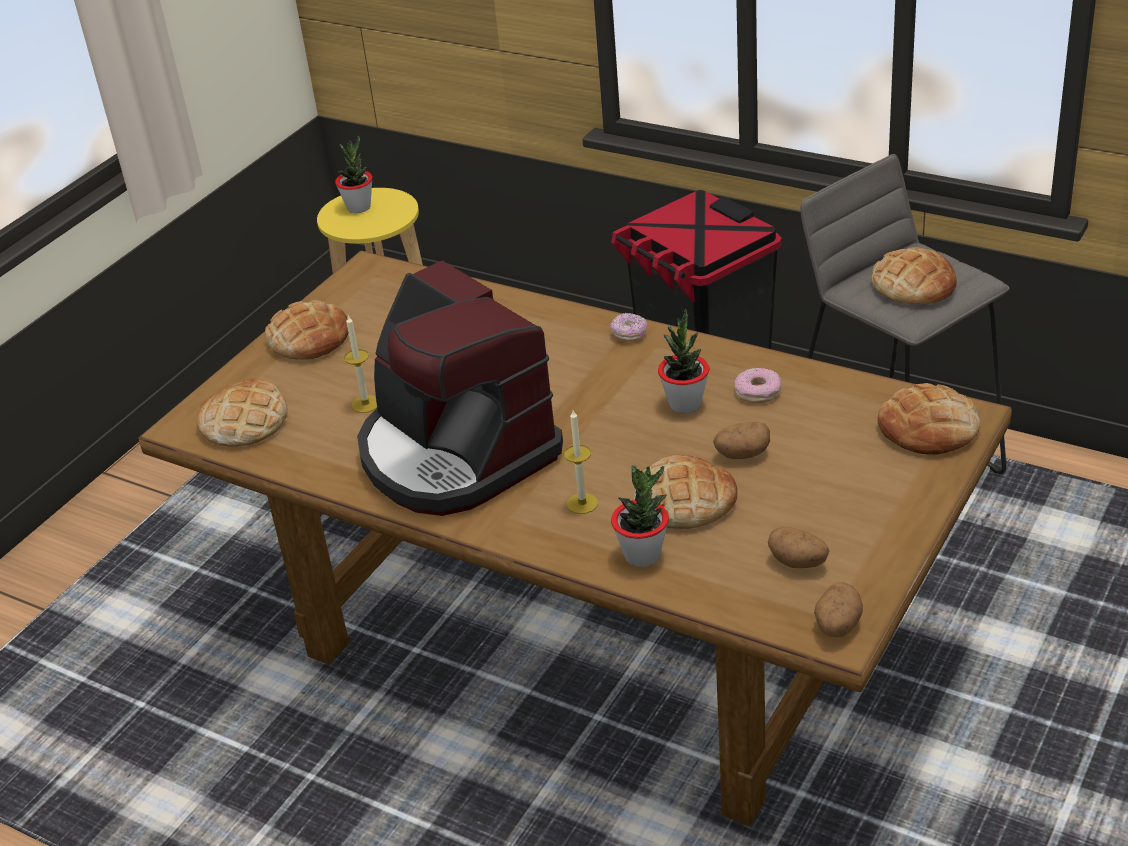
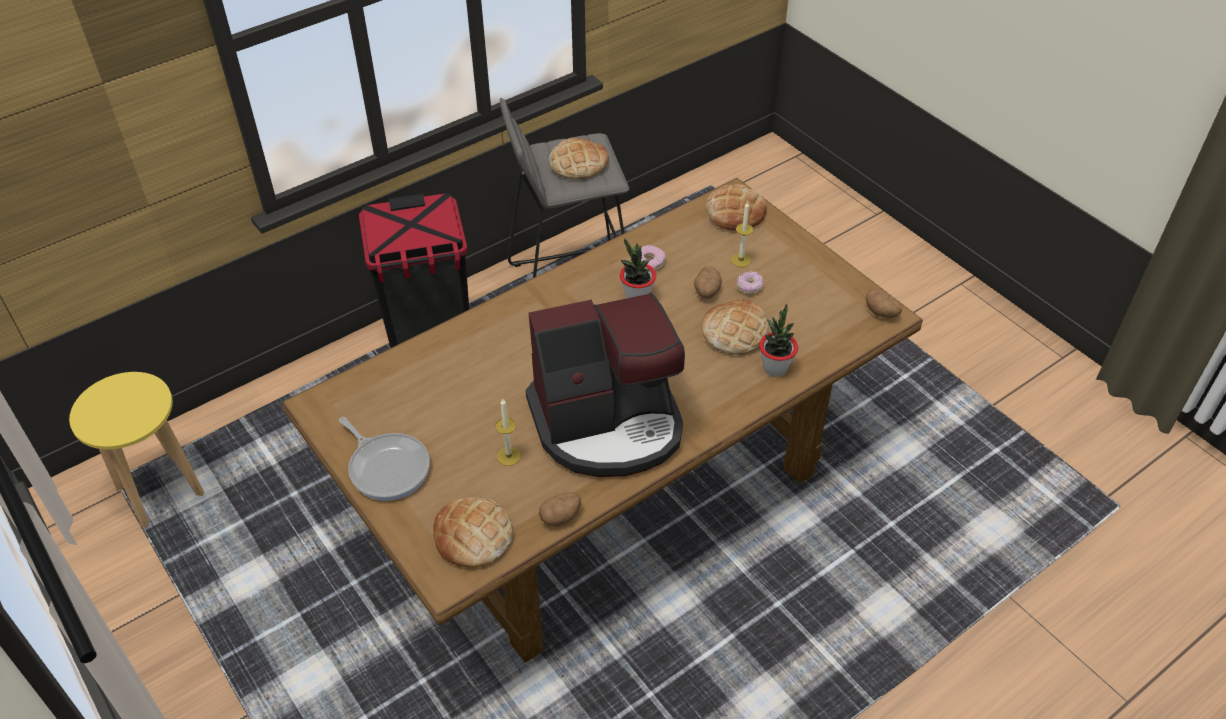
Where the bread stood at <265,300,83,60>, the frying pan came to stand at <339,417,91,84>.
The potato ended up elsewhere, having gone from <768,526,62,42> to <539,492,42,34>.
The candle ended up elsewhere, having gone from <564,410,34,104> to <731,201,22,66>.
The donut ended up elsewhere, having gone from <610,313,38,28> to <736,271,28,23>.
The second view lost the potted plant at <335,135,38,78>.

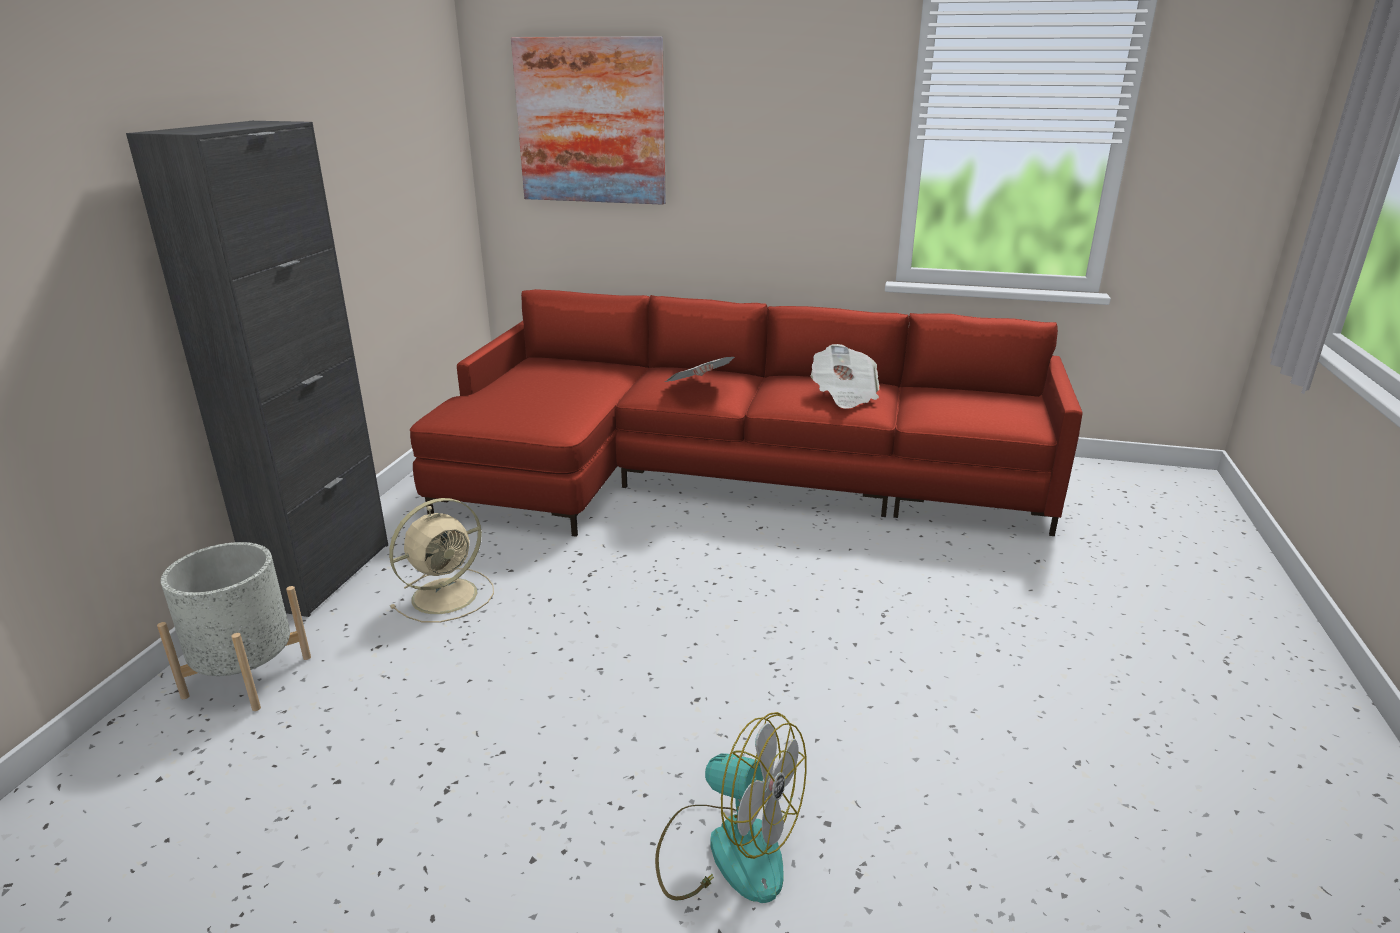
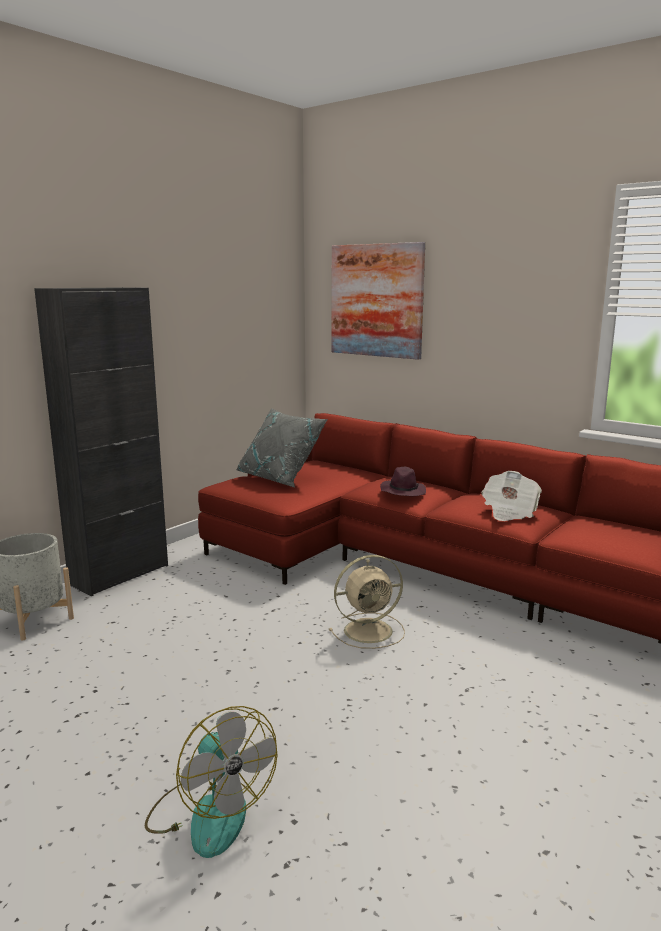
The second view gained the pillow in grey at <236,408,92,80>.
The fan in beige ended up elsewhere, having gone from <389,498,105,125> to <329,555,76,94>.
Where the newspaper stood at <665,357,70,25>, the hat in purple came to stand at <380,467,46,29>.

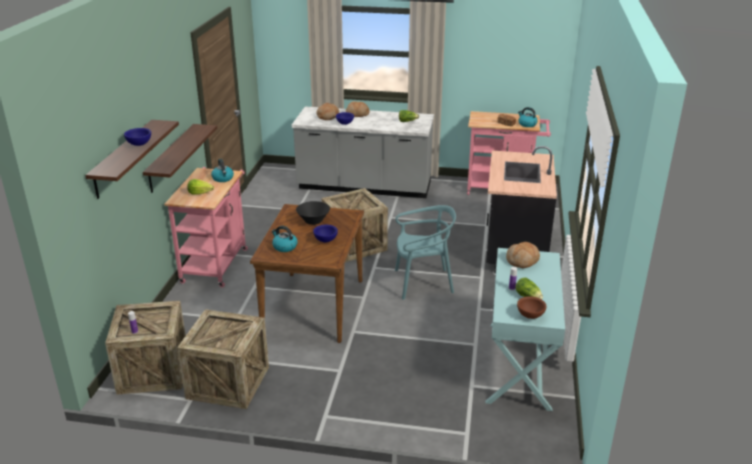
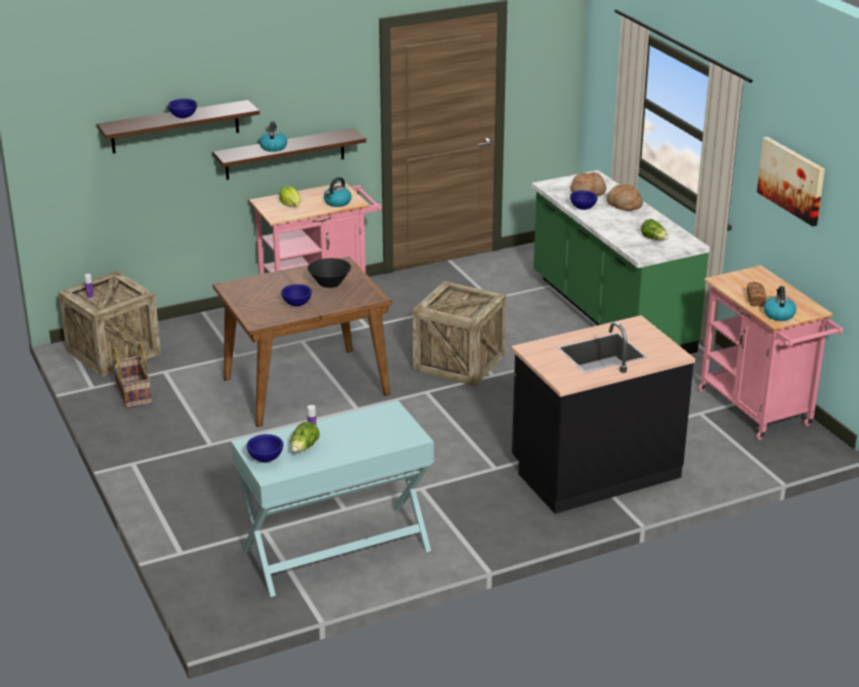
Where the crate stood at <177,309,92,100>, the basket came to stand at <112,342,40,67>.
What was the bowl in brown at <517,296,30,23> turned into the bowl in blue at <247,434,36,28>.
The kettle ended up elsewhere, having gone from <272,226,26,26> to <259,121,28,31>.
What was the counter in grey at <292,106,142,92> turned into the counter in green at <532,170,178,184>.
The second view gained the picture at <757,137,68,90>.
The second view lost the chair in turquoise at <395,205,61,95>.
The second view lost the bread at <506,242,34,26>.

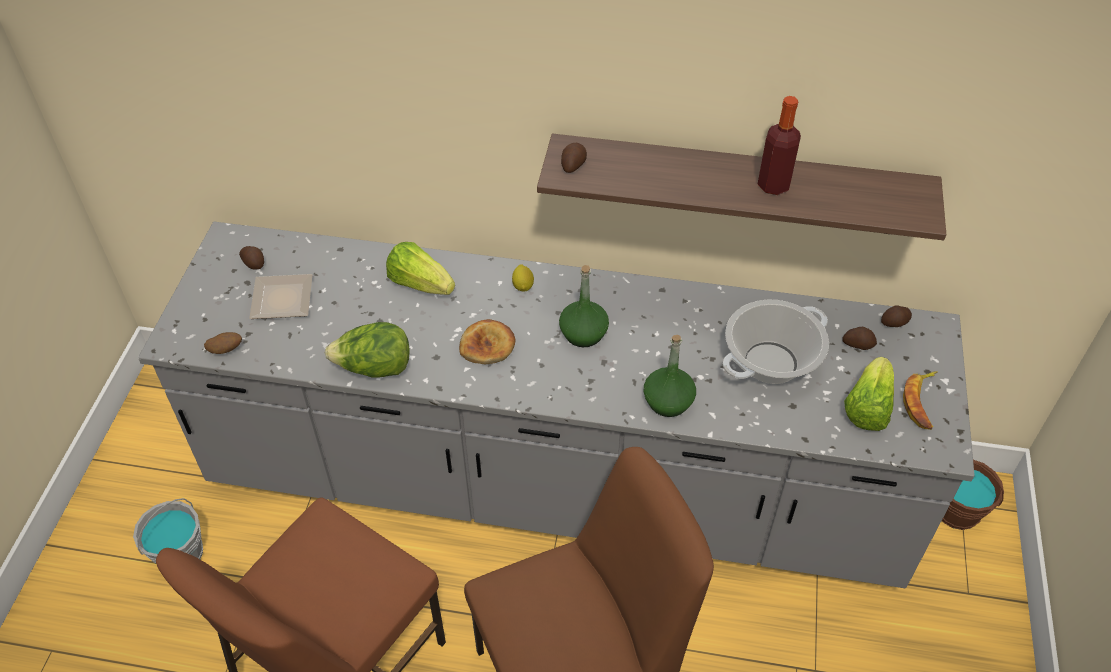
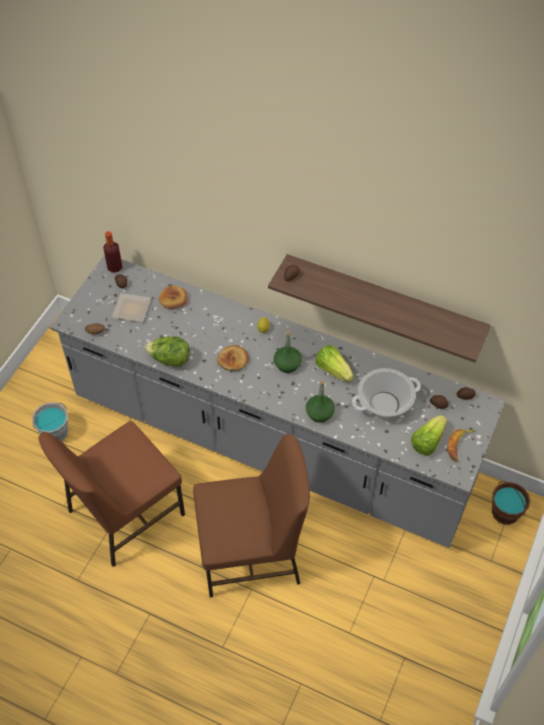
The bottle ended up elsewhere, having gone from <758,96,43,99> to <103,231,20,42>.
The second view gained the bread at <159,286,29,23>.
The lettuce ended up elsewhere, having gone from <386,242,69,53> to <315,345,39,37>.

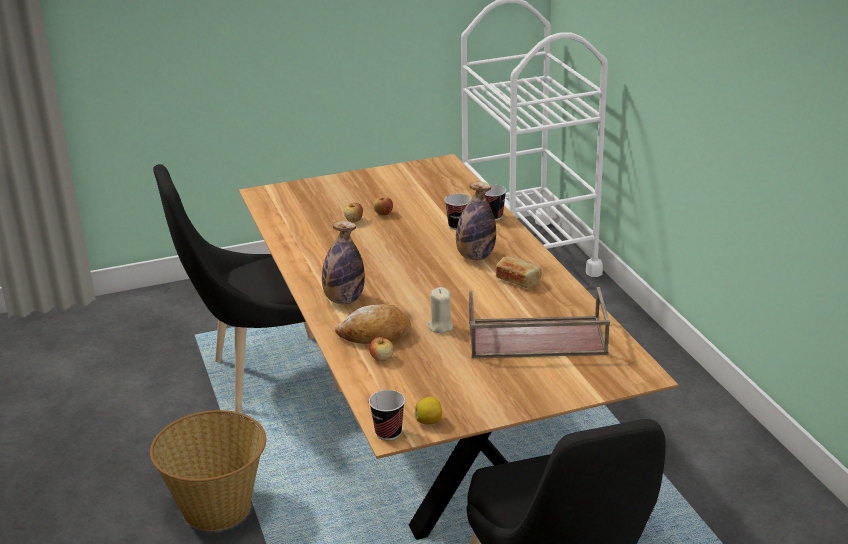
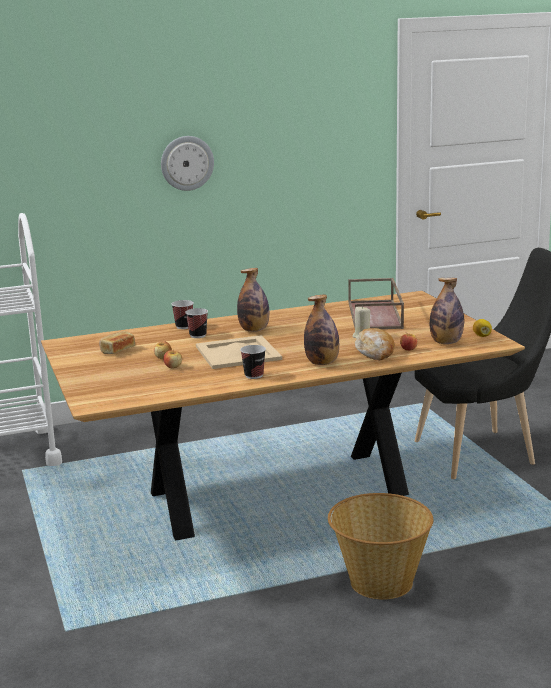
The bread ended up elsewhere, having gone from <496,256,45,32> to <99,331,36,23>.
The second view gained the wall clock at <161,136,53,55>.
The second view gained the tray in beige at <196,335,86,34>.
The cup ended up elsewhere, having gone from <369,390,36,50> to <240,345,26,34>.
The second view gained the bottle at <430,278,34,66>.
The second view lost the chair in black at <153,164,189,248>.

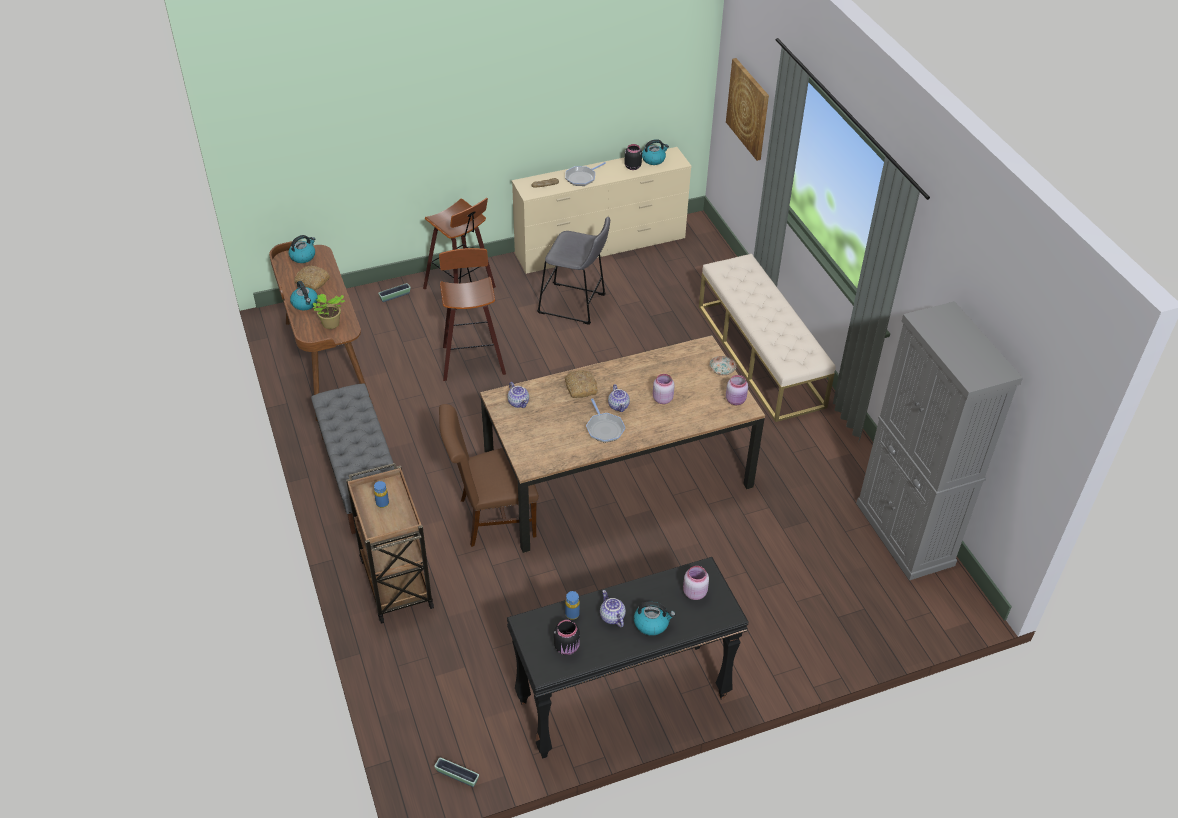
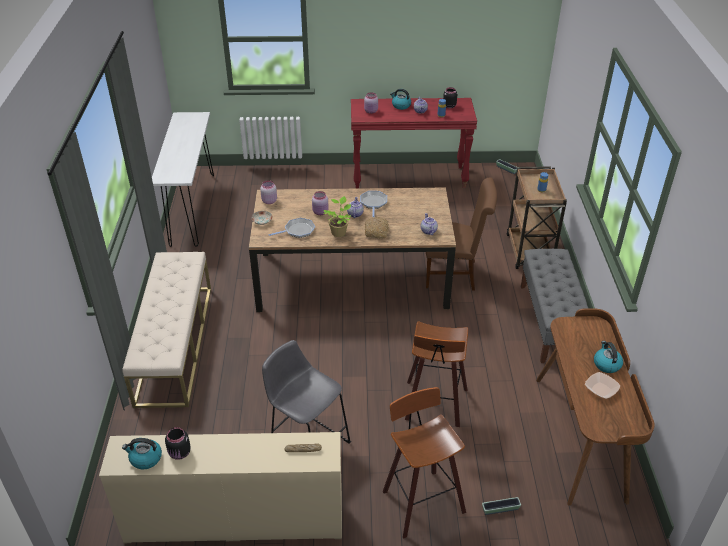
Where the cabinet in grey stood at <856,301,167,279>, the console table in white came to stand at <152,112,62,135>.
The frying pan ended up elsewhere, having gone from <565,162,41,24> to <268,218,47,20>.
The potted plant ended up elsewhere, having gone from <313,294,32,35> to <324,196,27,41>.
What was the console table in black at <507,557,242,202> turned into the console table in red at <351,98,126,91>.
Where the bread stood at <294,265,36,25>, the bowl came to stand at <585,372,35,27>.
The second view lost the kettle at <289,235,26,28>.
The second view lost the picture at <726,58,43,103>.

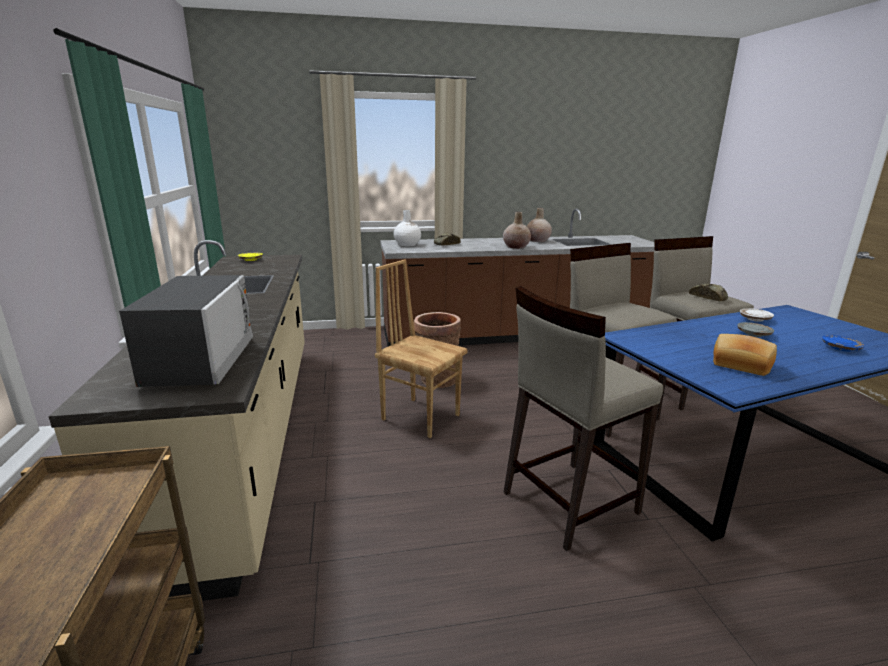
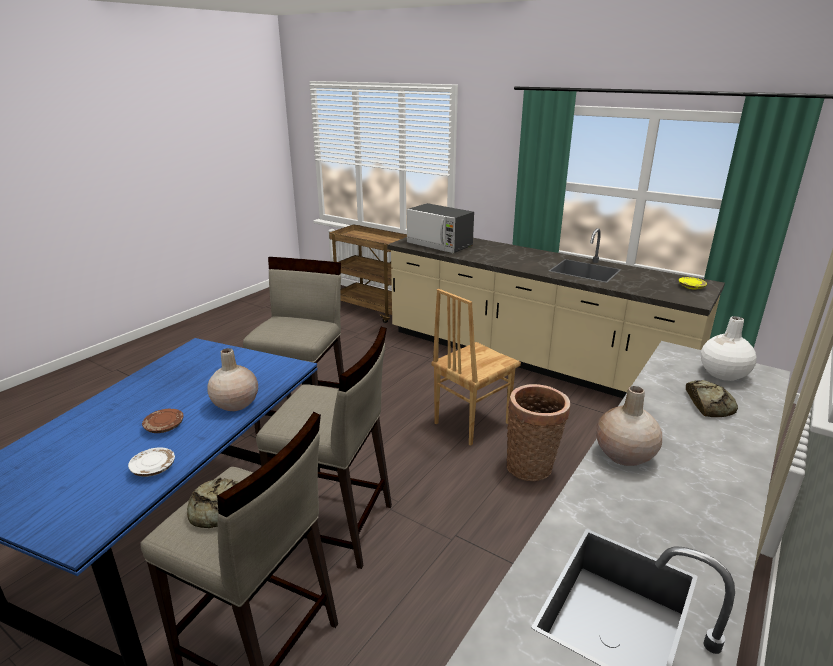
What was the plate in grey at <737,322,37,15> turned into the plate in brown at <142,409,41,24>.
The vase in beige ended up elsewhere, having gone from <527,208,25,34> to <207,348,51,63>.
The chair in brown at <375,259,93,179> ended up facing another way, 150 degrees clockwise from before.
The second view lost the bread at <713,334,64,42>.
The second view lost the plate in blue at <822,335,43,17>.

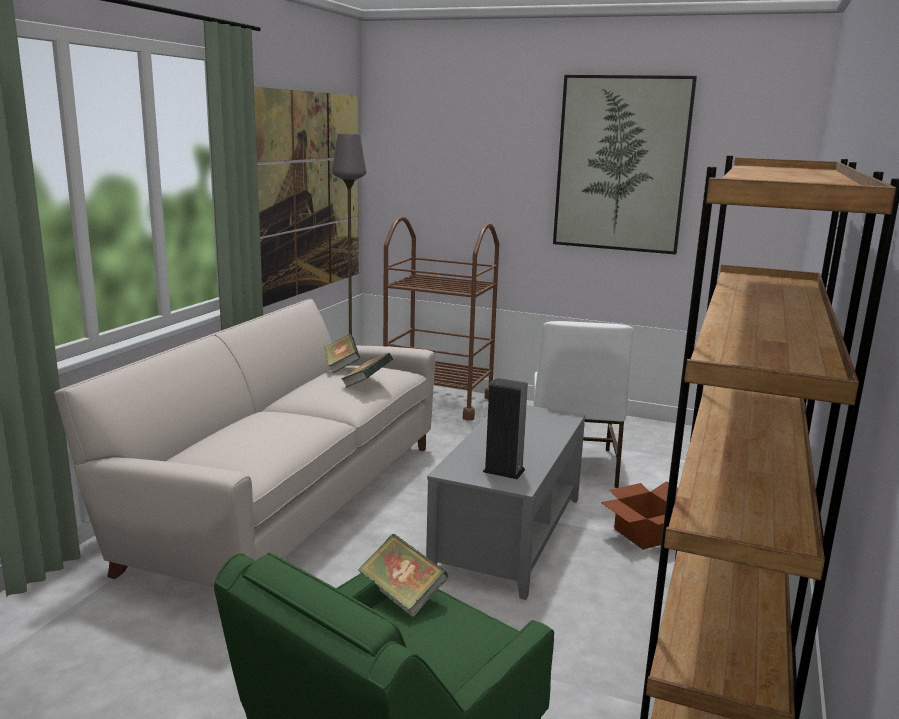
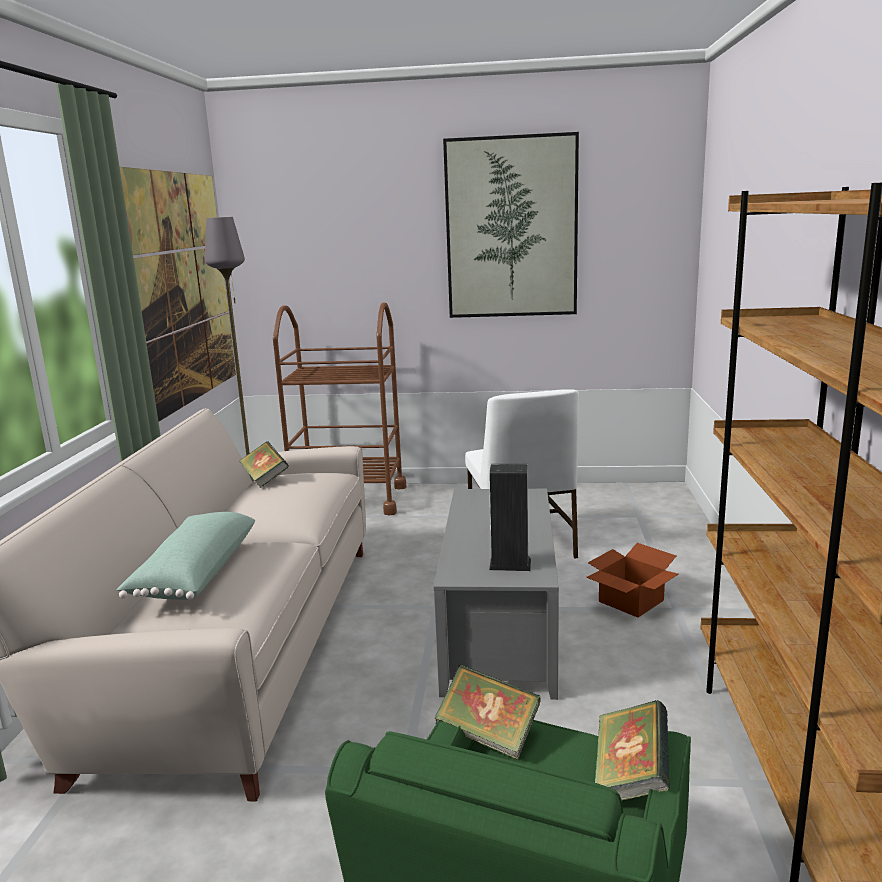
The second view gained the pillow in green at <116,512,139,88>.
The book ended up elsewhere, having gone from <342,353,51,35> to <595,700,75,101>.

